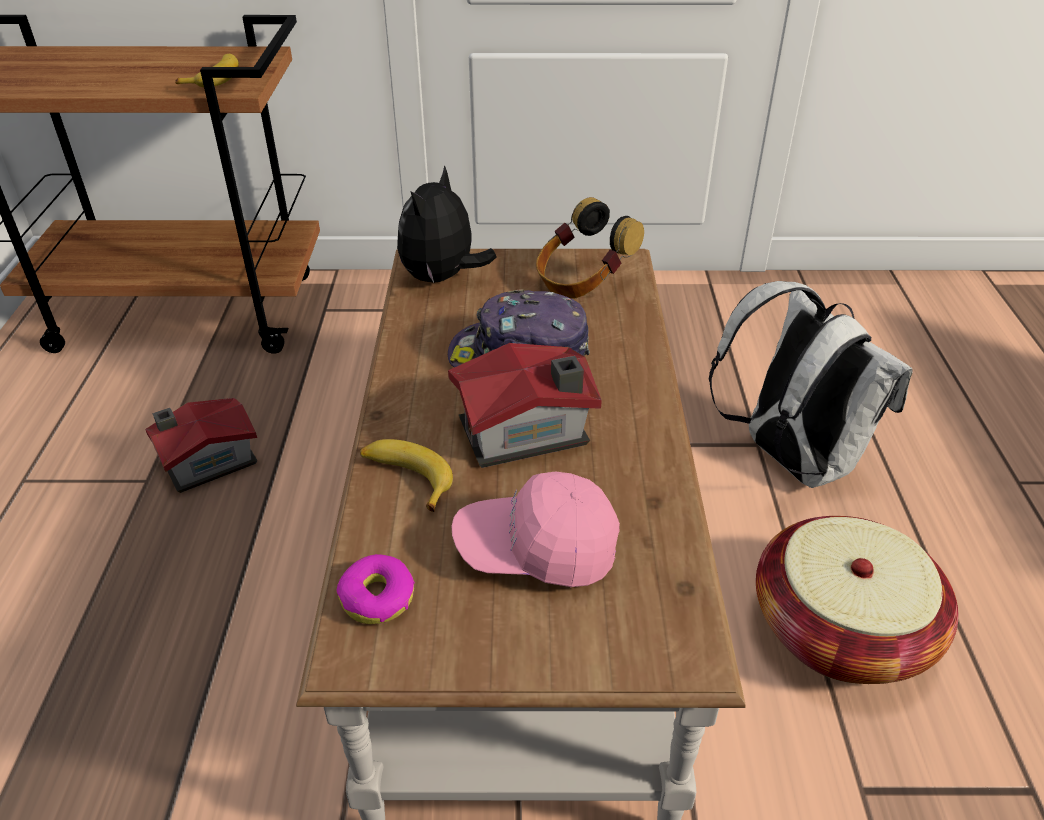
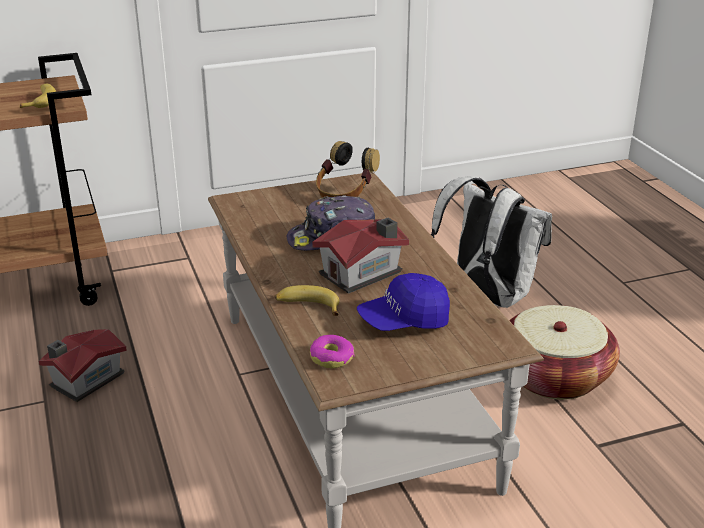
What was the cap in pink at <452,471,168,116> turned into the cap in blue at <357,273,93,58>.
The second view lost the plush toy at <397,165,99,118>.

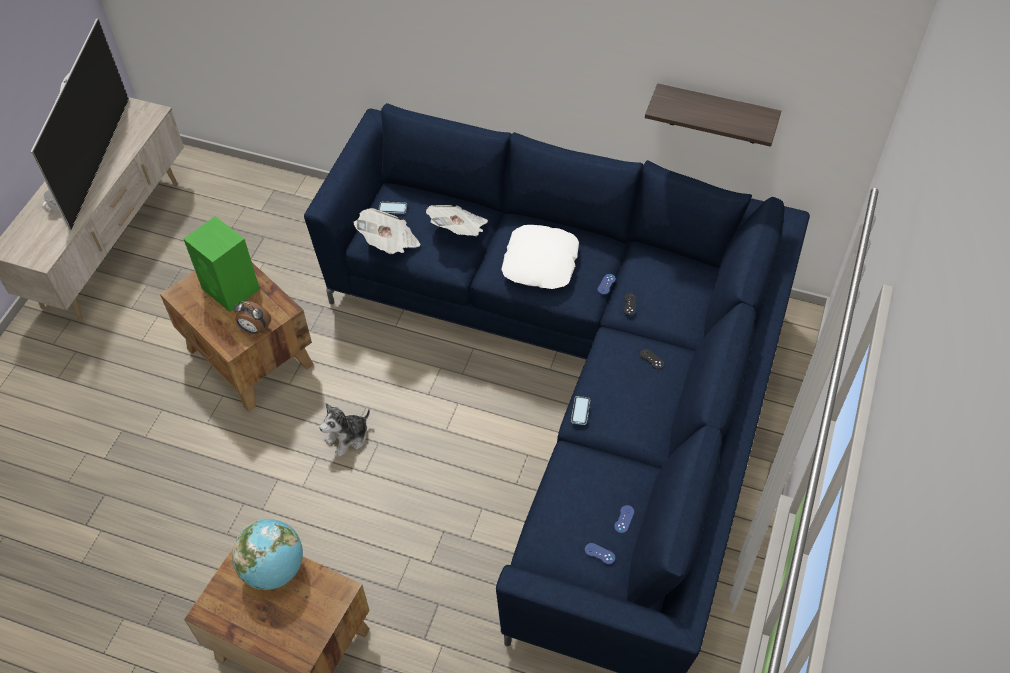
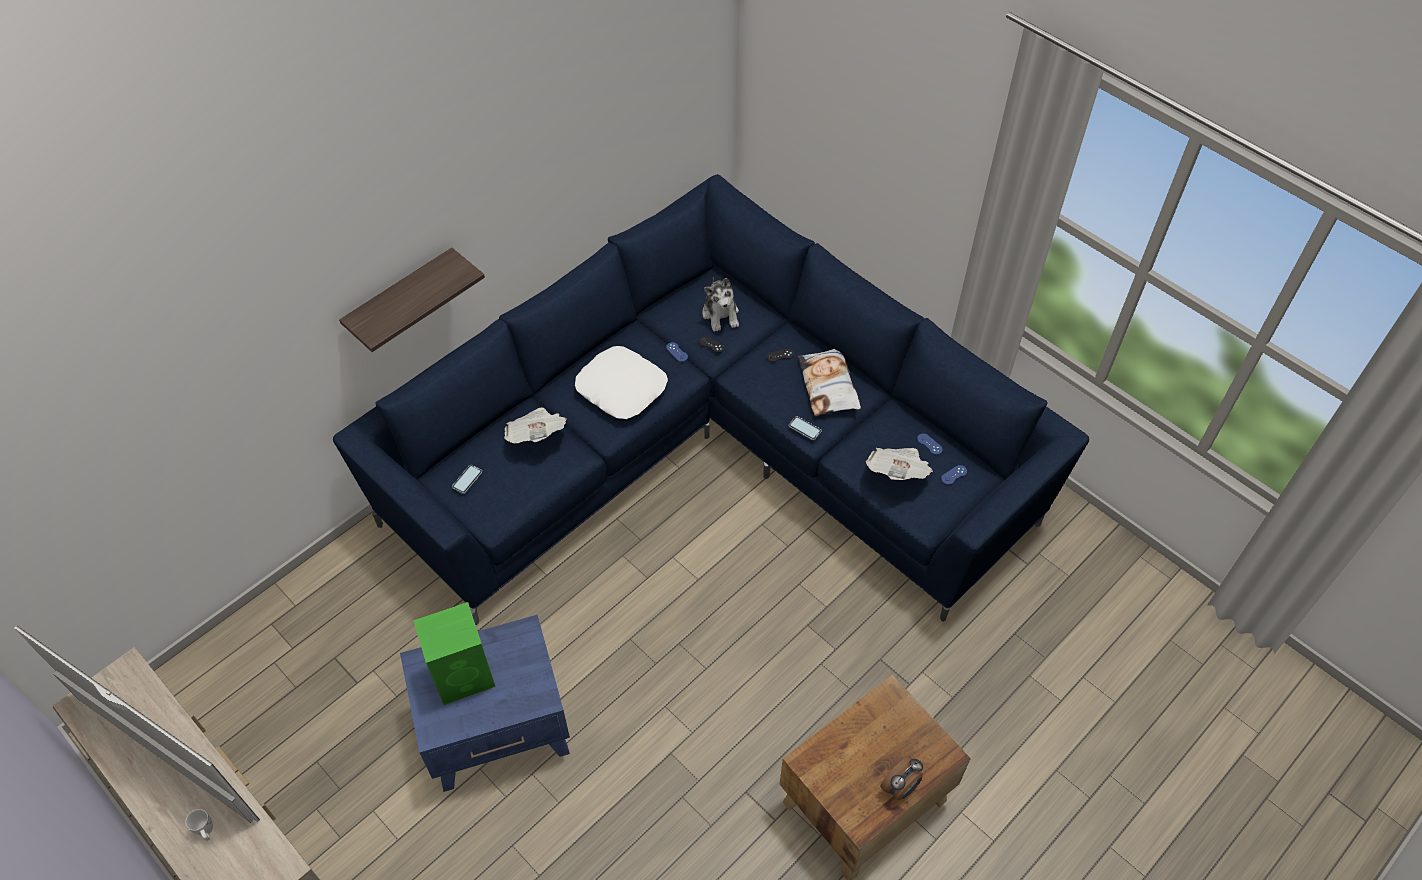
The shelf ended up elsewhere, having gone from <645,83,136,64> to <339,248,146,104>.
What was the side table in brown at <160,263,154,149> turned into the side table in blue at <400,614,170,178>.
The plush toy ended up elsewhere, having gone from <319,403,51,54> to <702,277,37,55>.
The second view gained the pillow at <798,349,63,67>.
The newspaper ended up elsewhere, having gone from <354,208,66,46> to <866,448,67,32>.
The alarm clock ended up elsewhere, having gone from <234,301,37,33> to <880,756,43,44>.
The second view lost the globe at <232,519,71,71>.

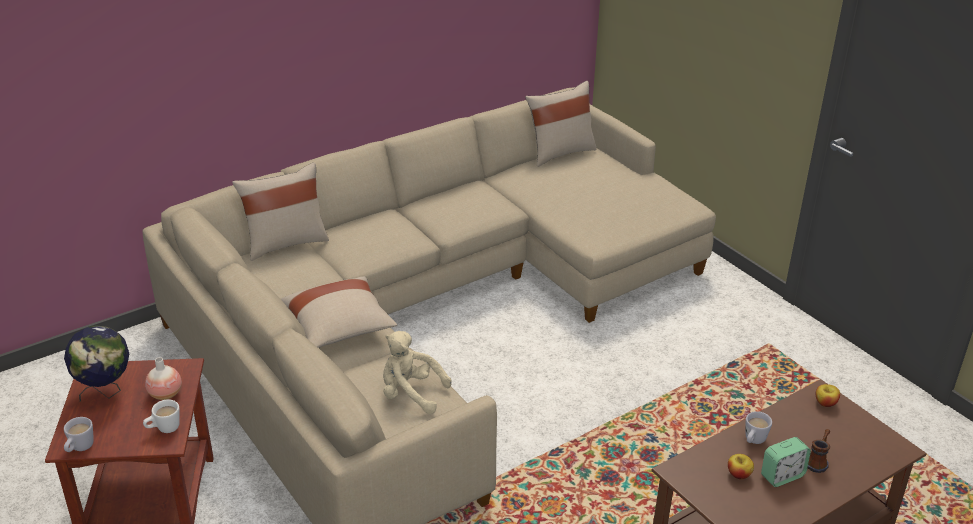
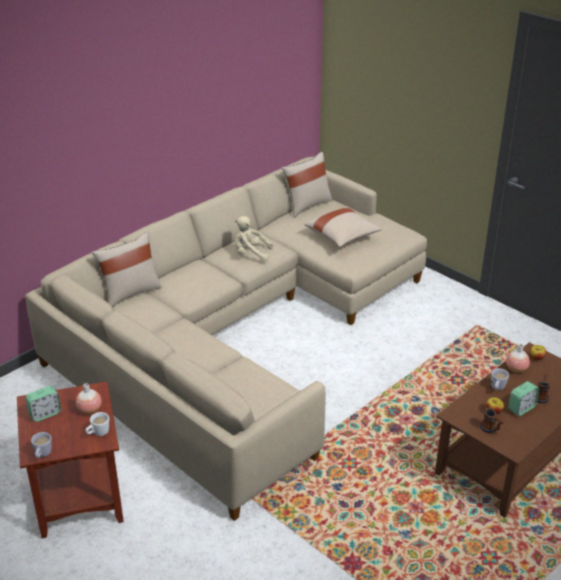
Where the globe stood at <64,325,65,77>, the alarm clock came to stand at <25,386,36,36>.
The plush toy in beige ended up elsewhere, having gone from <383,331,69,83> to <235,216,38,46>.
The pillow in beige ended up elsewhere, having gone from <281,277,116,71> to <304,207,78,40>.
The second view gained the mug at <480,408,24,26>.
The second view gained the vase at <506,344,24,28>.

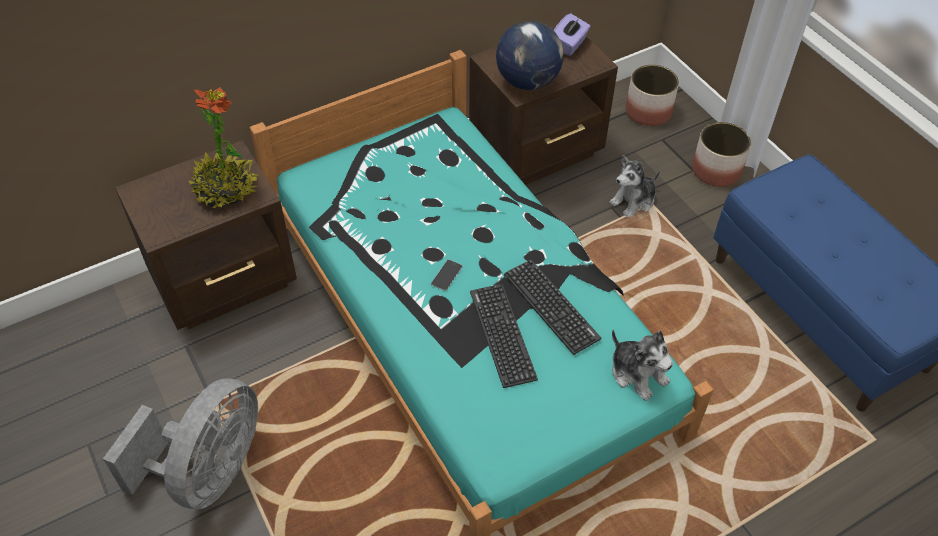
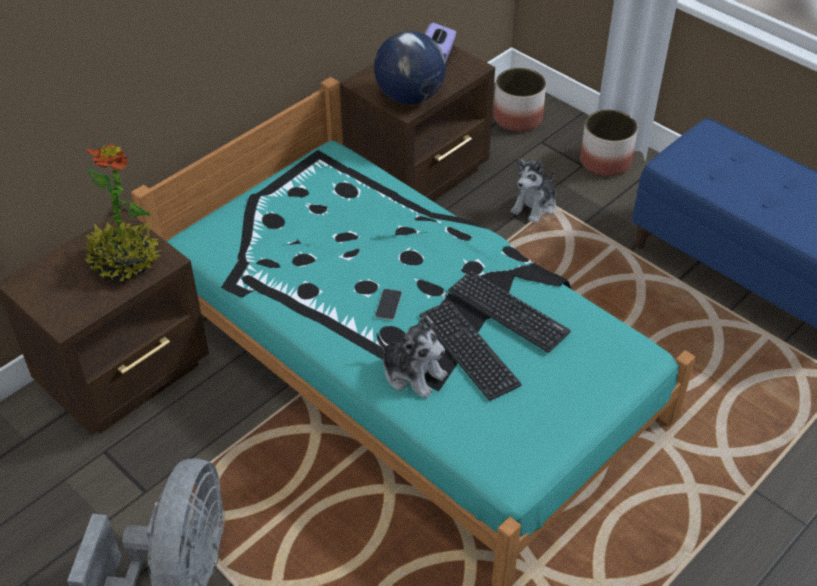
The plush toy ended up elsewhere, having gone from <612,330,61,71> to <376,317,71,82>.

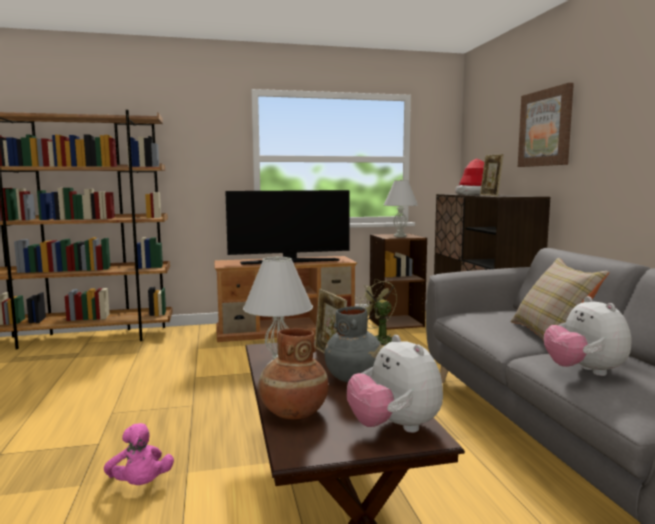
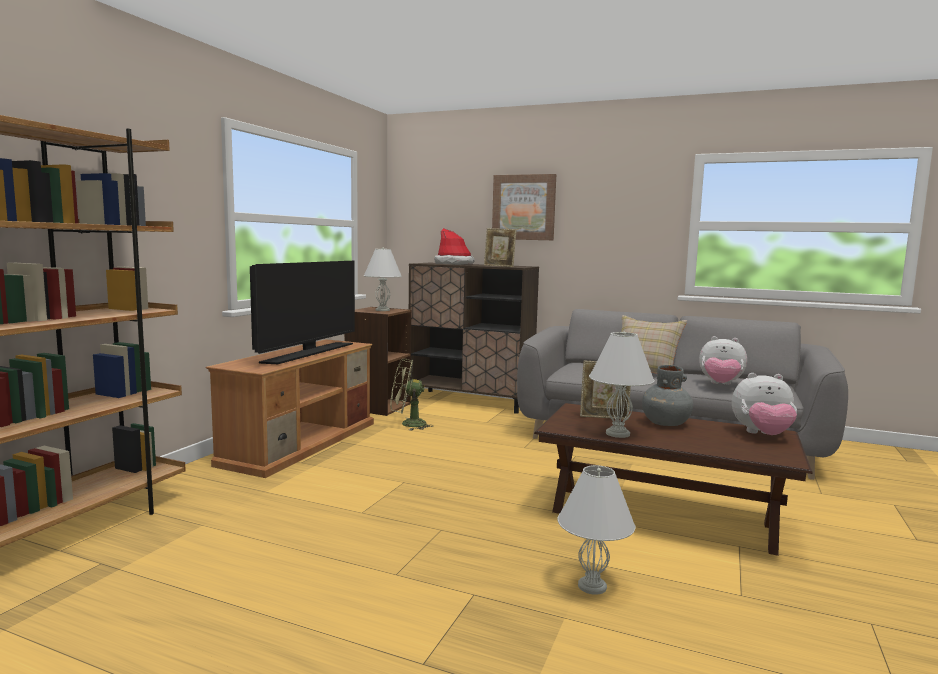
Where the plush toy in pink stood at <104,423,70,62>, the table lamp in white came to stand at <558,465,77,130>.
The second view lost the vase in brown at <258,328,71,92>.

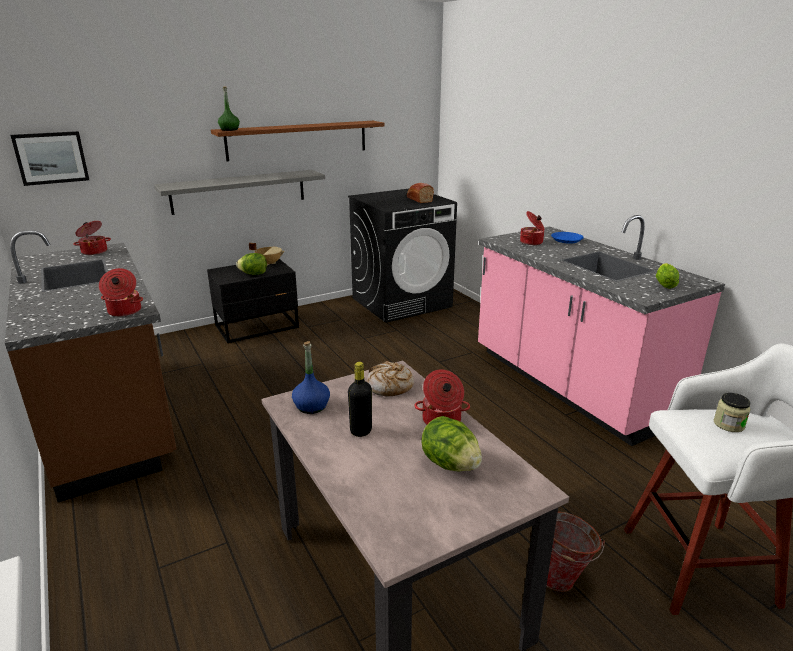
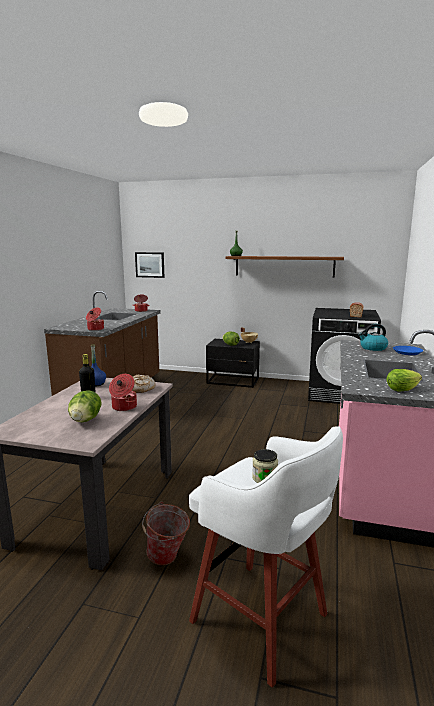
Where the cooking pot stood at <520,211,25,34>, the kettle came to stand at <358,324,30,27>.
The second view lost the shelf in grey at <154,170,171,45>.

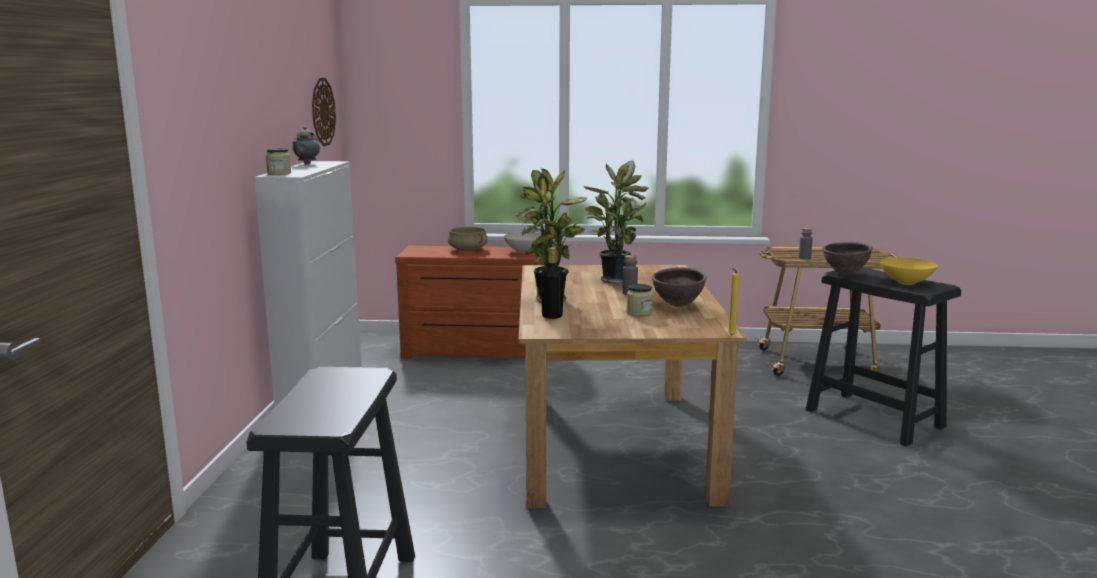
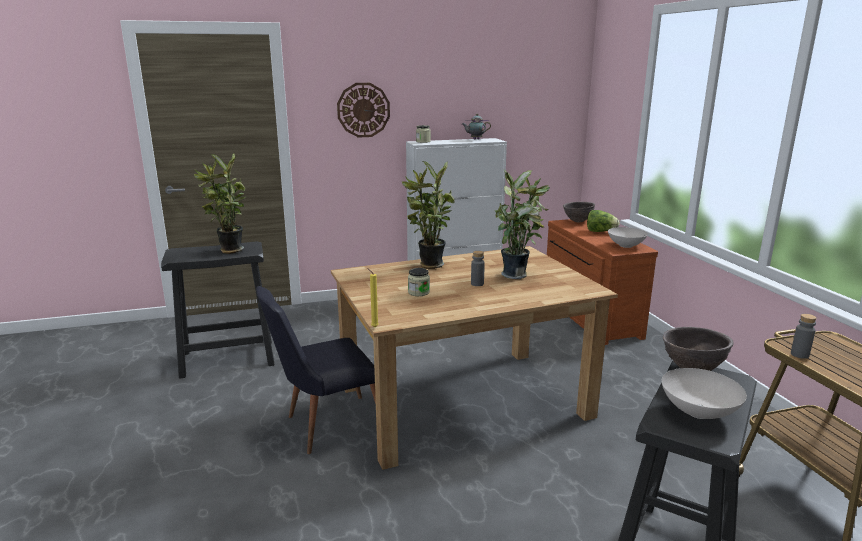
The second view gained the potted plant at <194,154,53,100>.
The second view gained the chair in black at <256,286,120,168>.
The wall clock ended up elsewhere, having gone from <312,78,24,68> to <337,83,53,54>.
The bowl in brown ended up elsewhere, having gone from <652,267,55,40> to <563,202,32,21>.
Where the cooking pot in beige stood at <448,227,40,24>, the lettuce came to stand at <587,210,33,22>.
What was the bowl in yellow at <880,257,58,28> turned into the bowl in white at <661,368,86,51>.
The second view lost the bottle in black at <541,247,23,72>.

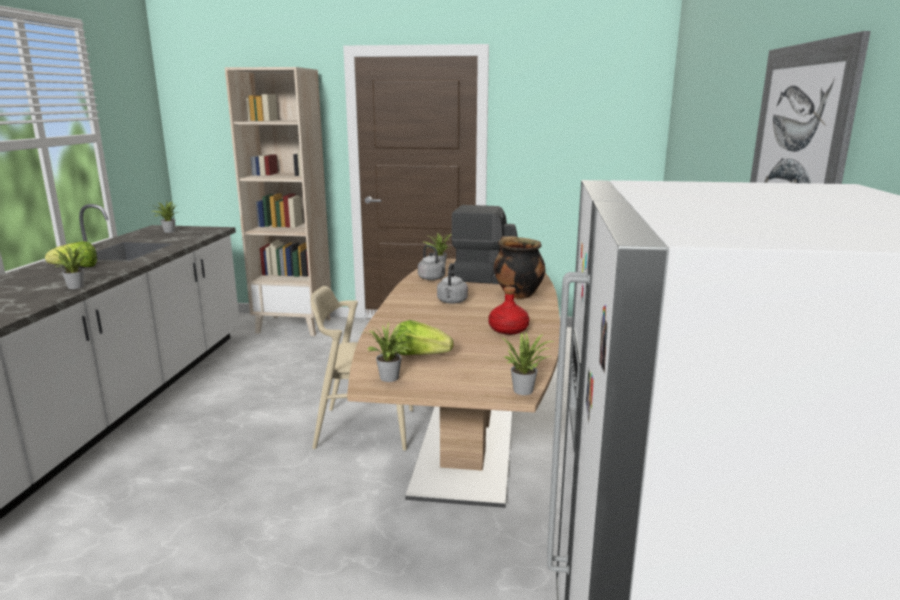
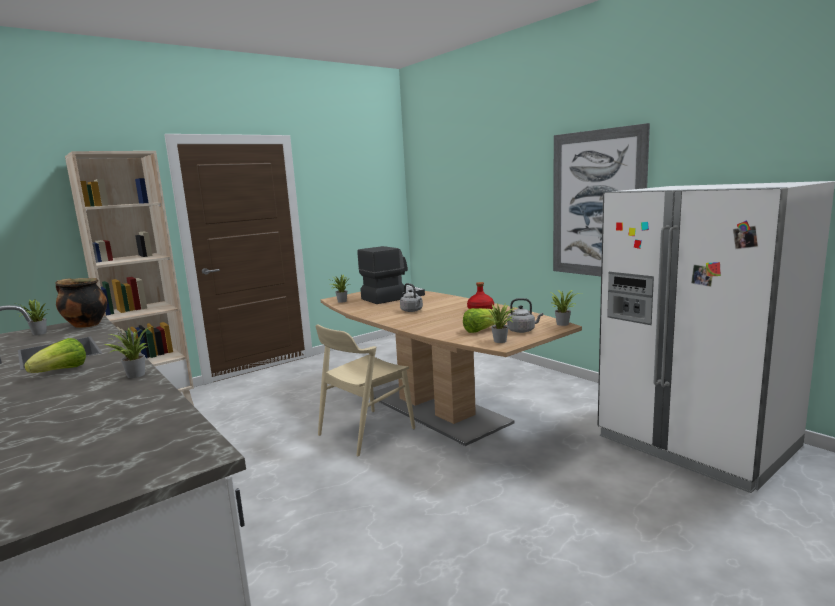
The cooking pot ended up elsewhere, having gone from <494,236,51,63> to <56,278,51,50>.
The kettle in grey ended up elsewhere, having gone from <418,245,27,35> to <507,298,36,35>.

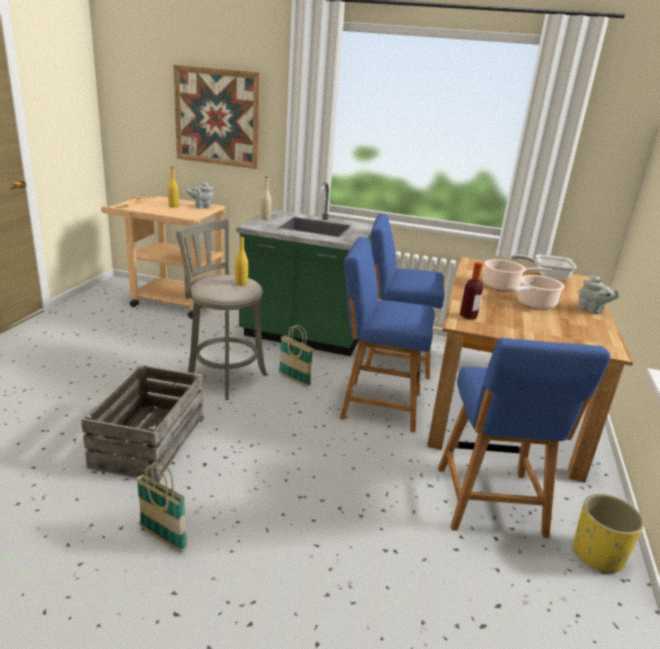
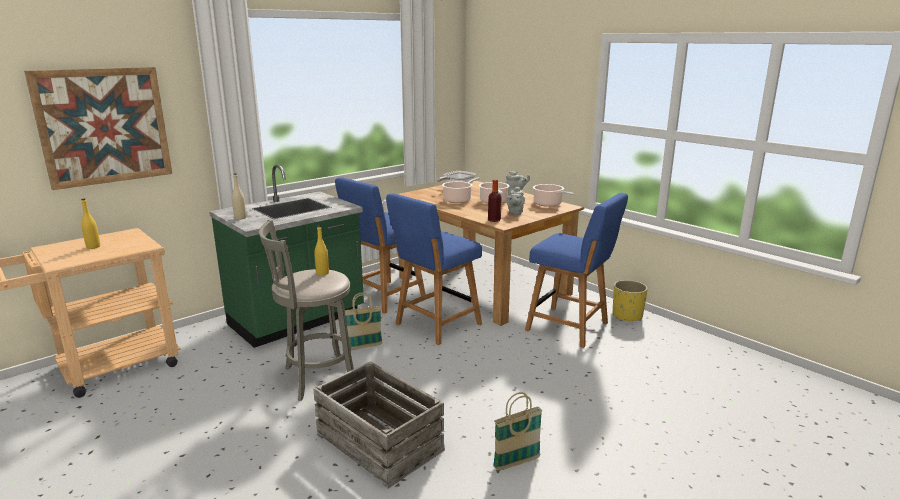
The teapot in grey ended up elsewhere, having gone from <186,182,28,27> to <506,186,19,29>.
The second view gained the cooking pot at <533,184,41,23>.

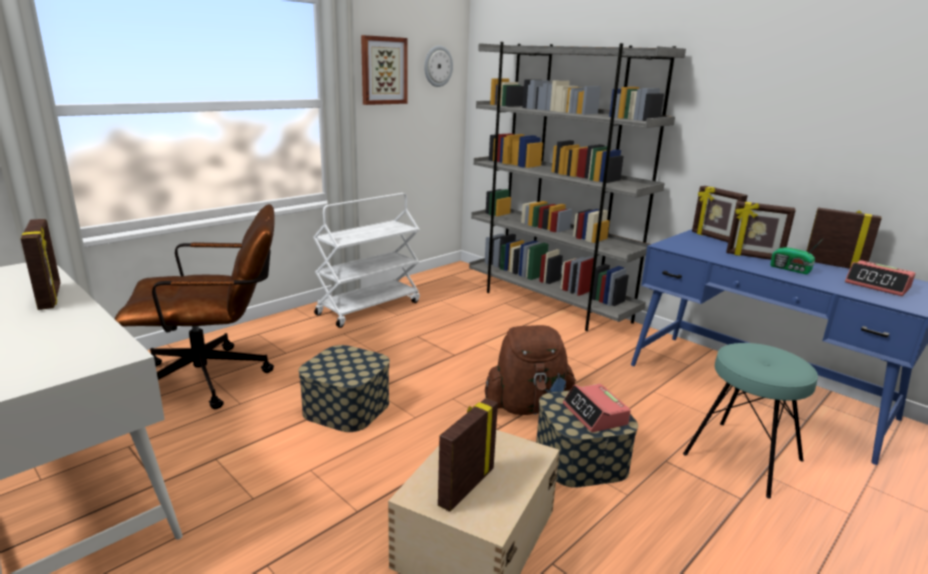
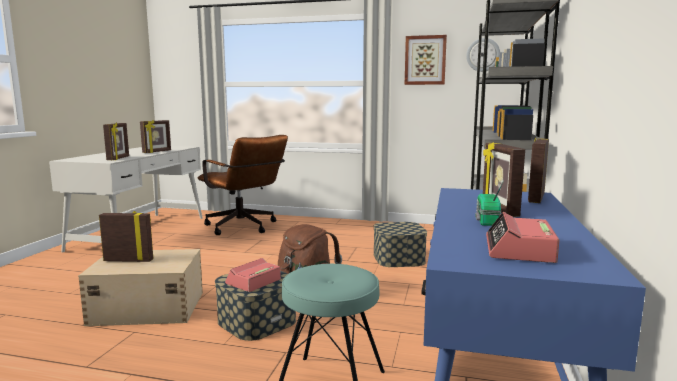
The picture frame ended up elsewhere, having gone from <806,207,76,62> to <103,123,26,37>.
The storage box ended up elsewhere, having gone from <298,345,92,87> to <374,222,53,45>.
The second view lost the cart in white at <313,193,107,135>.

